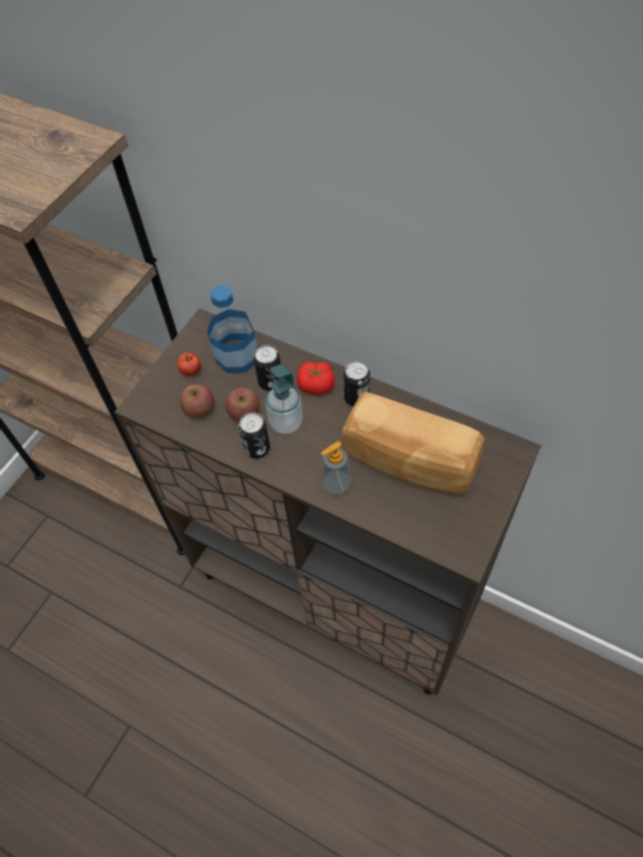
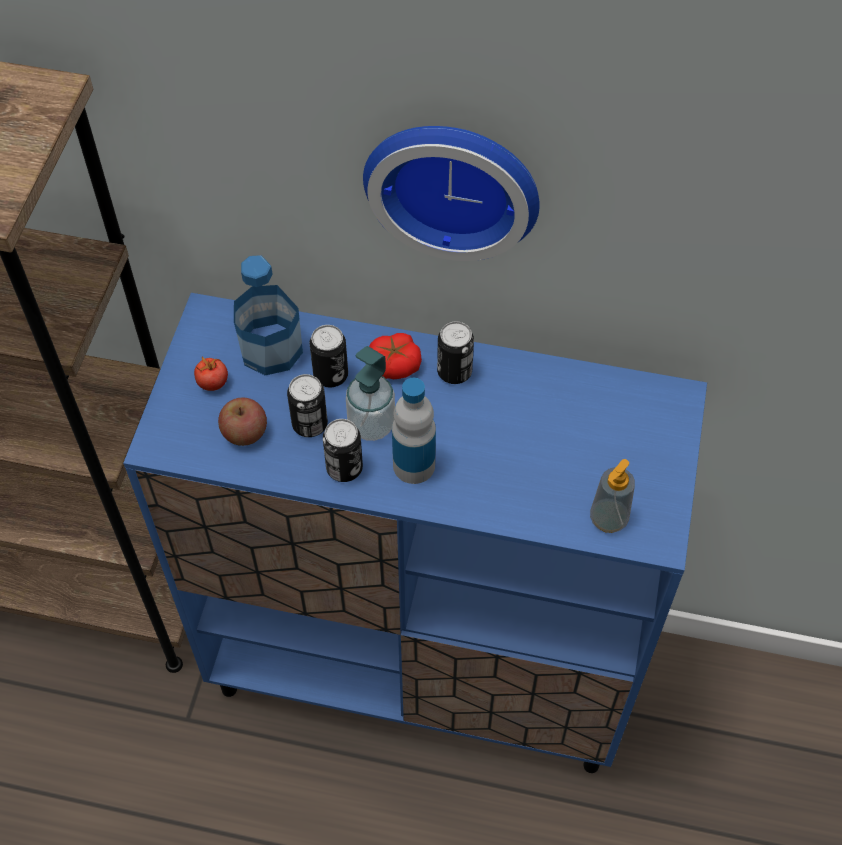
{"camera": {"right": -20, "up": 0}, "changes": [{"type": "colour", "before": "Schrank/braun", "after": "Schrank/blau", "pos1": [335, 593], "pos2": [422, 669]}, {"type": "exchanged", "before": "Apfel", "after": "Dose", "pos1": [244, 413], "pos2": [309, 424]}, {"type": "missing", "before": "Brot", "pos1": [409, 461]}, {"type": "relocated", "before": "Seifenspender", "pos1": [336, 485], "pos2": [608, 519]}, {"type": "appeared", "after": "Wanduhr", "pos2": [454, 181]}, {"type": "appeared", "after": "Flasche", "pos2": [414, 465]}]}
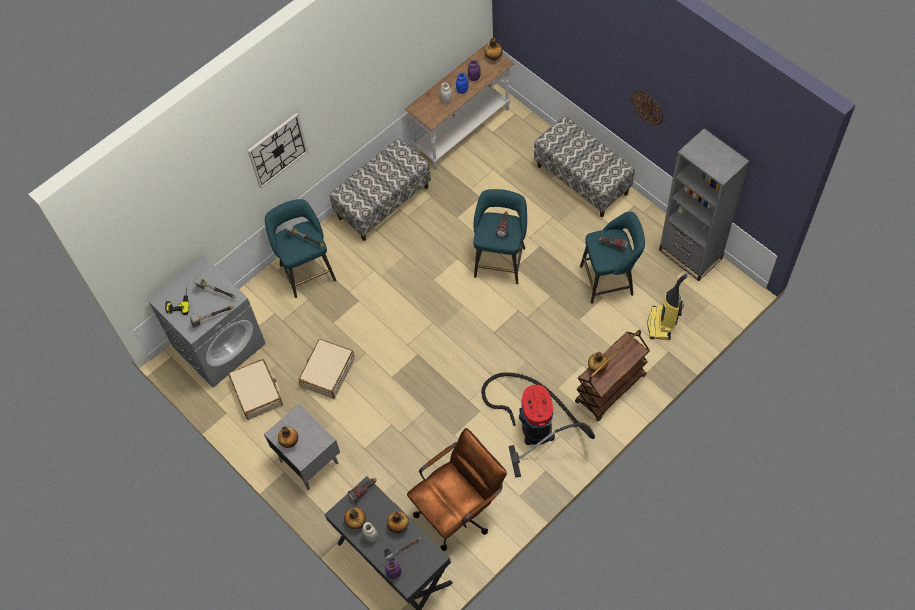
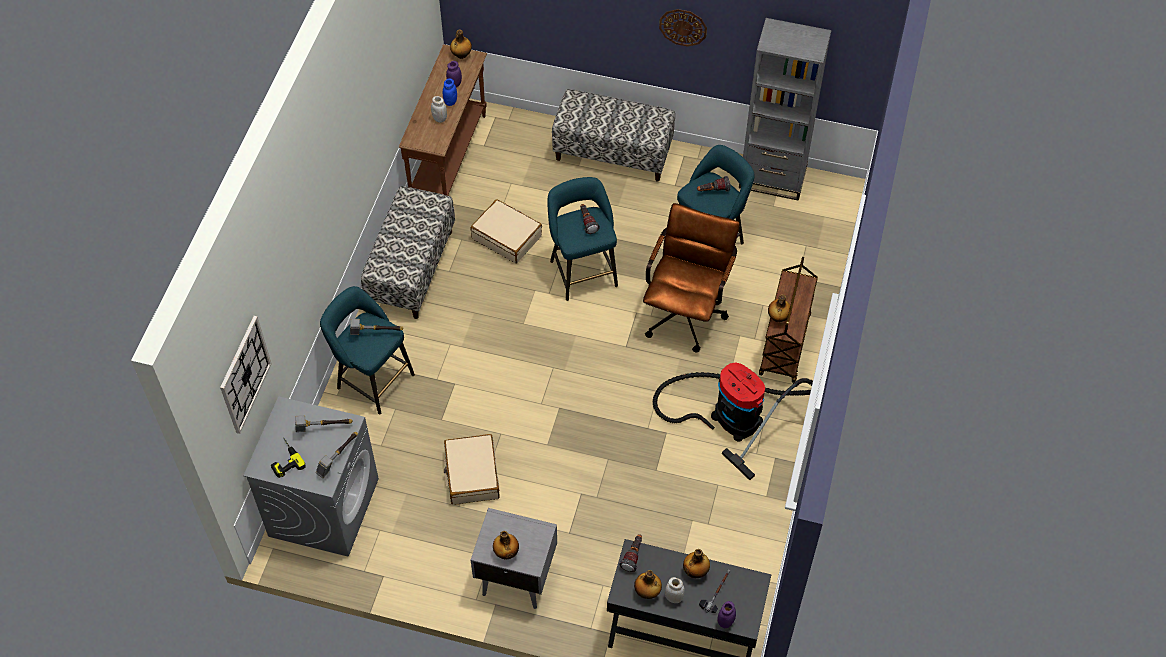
{"camera": {"right": -35, "up": -5}, "changes": [{"type": "colour", "before": "Konsolentisch/weiß", "after": "Konsolentisch/braun", "pos1": [462, 131], "pos2": [450, 158]}, {"type": "relocated", "before": "Wanduhr", "pos1": [277, 150], "pos2": [244, 374]}, {"type": "missing", "before": "Staubsauger", "pos1": [661, 324]}, {"type": "relocated", "before": "Koffer/beige", "pos1": [257, 393], "pos2": [507, 237]}, {"type": "relocated", "before": "Bürostuhl/braun", "pos1": [459, 509], "pos2": [686, 310]}]}
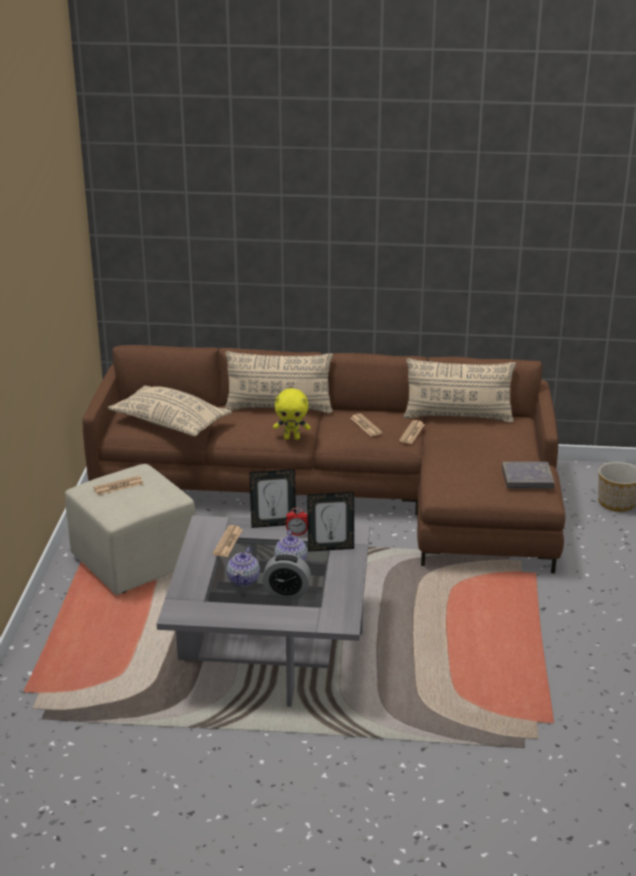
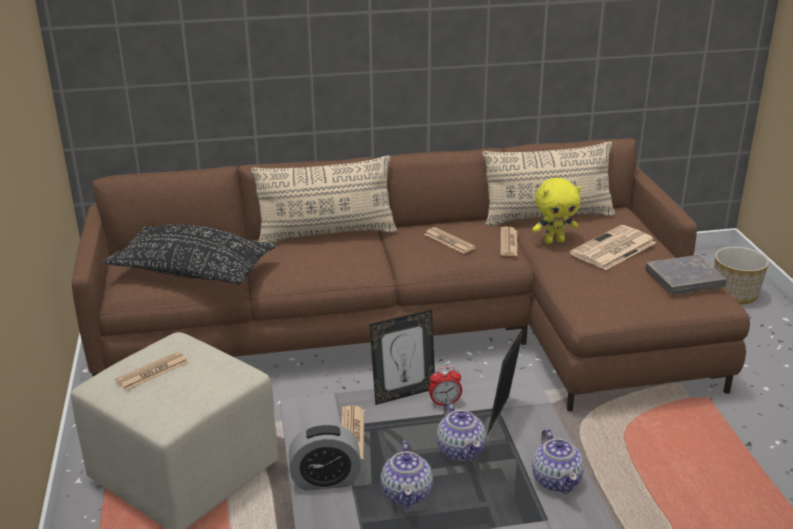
{"camera": {"right": -15, "up": 0}, "changes": [{"type": "colour", "before": "Kissen/beige", "after": "Kissen/schwarz", "pos1": [170, 422], "pos2": [192, 271]}, {"type": "relocated", "before": "Plüschtier/gelb", "pos1": [292, 438], "pos2": [554, 241]}, {"type": "spun", "before": "Bilderrahmen", "pos1": [330, 548], "pos2": [503, 417], "turn": 135}, {"type": "relocated", "before": "Wecker", "pos1": [286, 592], "pos2": [325, 480]}, {"type": "appeared", "after": "Zeitung", "pos2": [613, 249]}, {"type": "appeared", "after": "Teekanne", "pos2": [556, 480]}]}
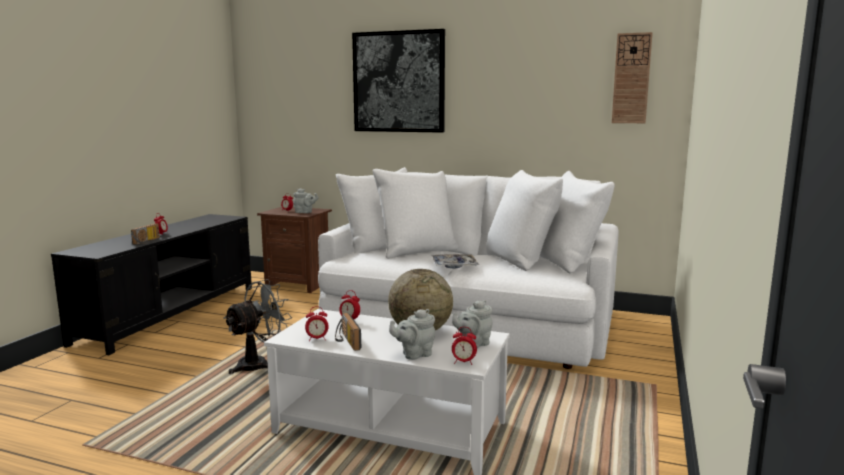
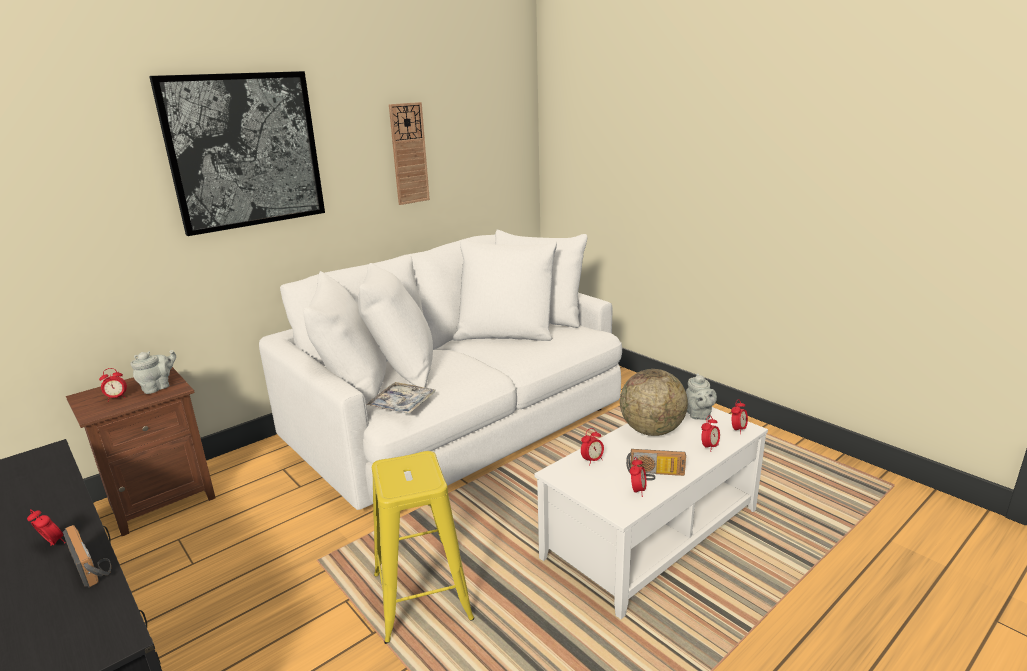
{"camera": {"right": -60, "up": 10}, "changes": [{"type": "relocated", "before": "Wanduhr", "pos1": [631, 78], "pos2": [409, 154]}, {"type": "relocated", "before": "Tablett", "pos1": [454, 266], "pos2": [402, 404]}, {"type": "exchanged", "before": "Ventilator/grau", "after": "Hocker/gelb", "pos1": [259, 364], "pos2": [421, 597]}, {"type": "exchanged", "before": "Teekanne/grau", "after": "Wecker", "pos1": [414, 354], "pos2": [709, 447]}]}
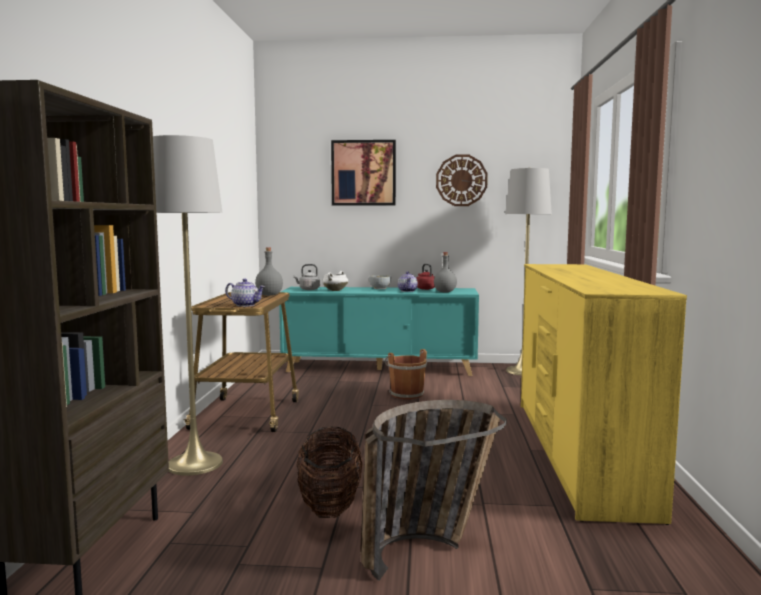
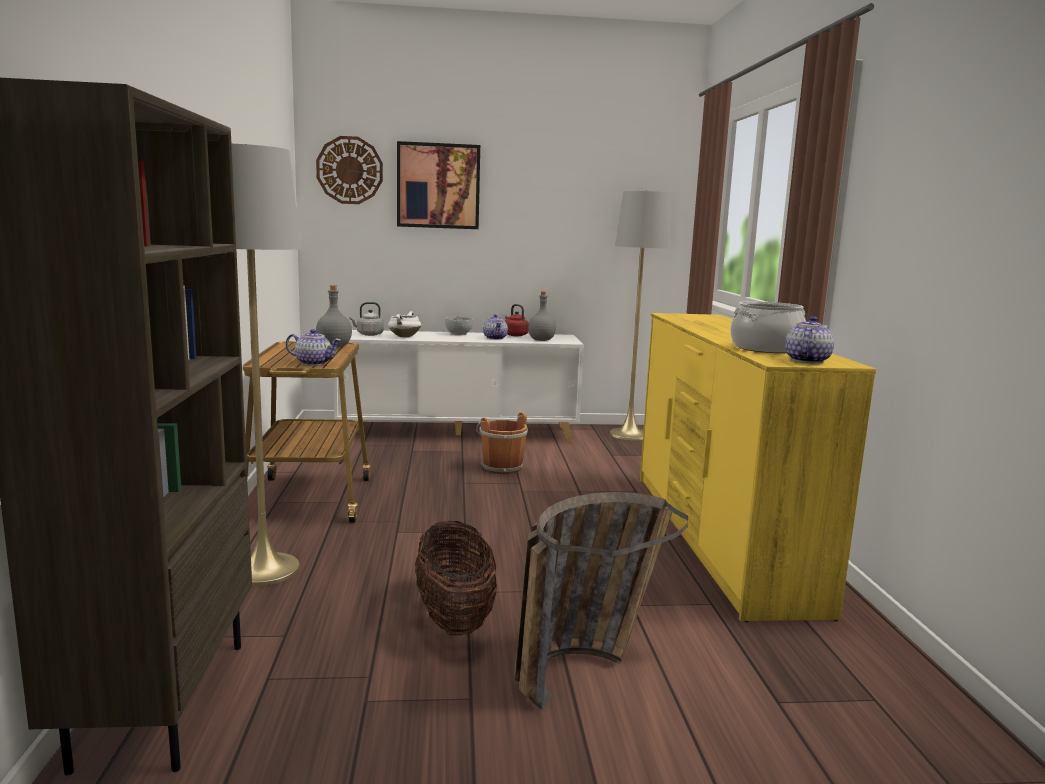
{"camera": {"right": -10, "up": 5}, "changes": [{"type": "relocated", "before": "Wanduhr", "pos1": [461, 180], "pos2": [349, 170]}, {"type": "colour", "before": "Schrank/türkis", "after": "Schrank/weiß", "pos1": [380, 368], "pos2": [459, 432]}, {"type": "appeared", "after": "Kochtopf", "pos2": [765, 348]}, {"type": "appeared", "after": "Teekanne", "pos2": [806, 360]}]}
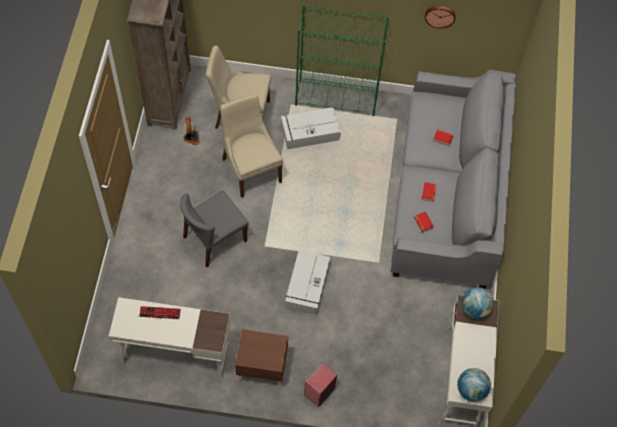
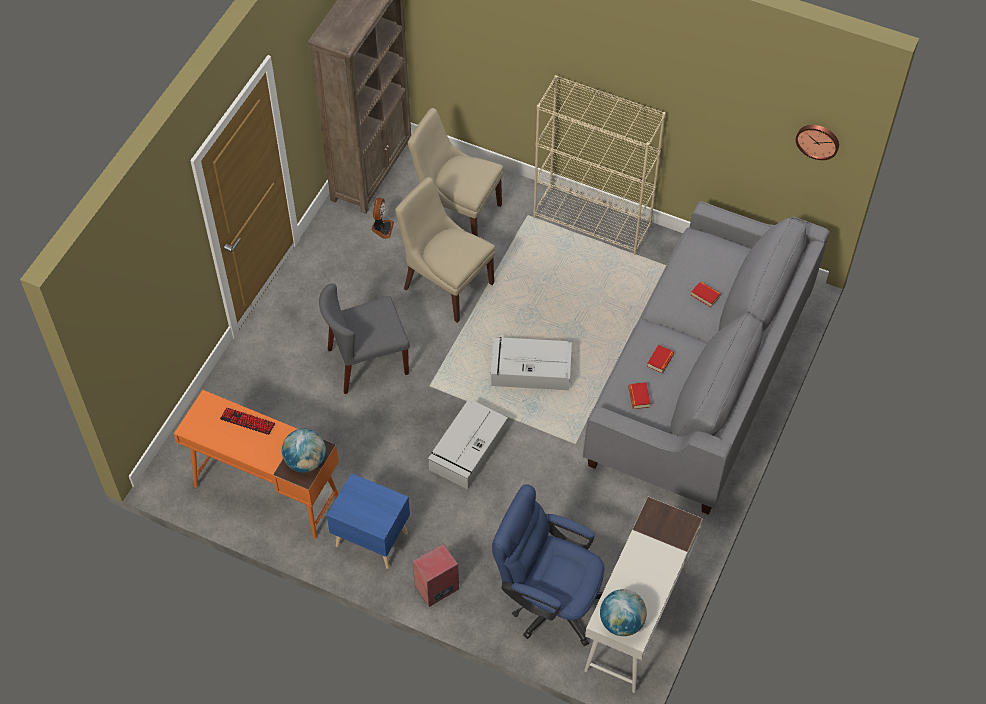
{"camera": {"right": 20, "up": -5}, "changes": [{"type": "colour", "before": "Bücherregal/grün", "after": "Bücherregal/beige", "pos1": [337, 98], "pos2": [593, 221]}, {"type": "relocated", "before": "Wanduhr", "pos1": [440, 15], "pos2": [818, 140]}, {"type": "spun", "before": "Stuhl/beige", "pos1": [251, 168], "pos2": [446, 284], "turn": -45}, {"type": "relocated", "before": "Aufbewahrungsbox/grau", "pos1": [309, 132], "pos2": [529, 370]}, {"type": "relocated", "before": "Globus", "pos1": [475, 309], "pos2": [305, 461]}, {"type": "colour", "before": "Schreibtisch/weiß", "after": "Schreibtisch/orange", "pos1": [175, 354], "pos2": [266, 491]}, {"type": "colour", "before": "Nachttisch/braun", "after": "Nachttisch/blau", "pos1": [261, 368], "pos2": [371, 538]}, {"type": "appeared", "after": "Bürostuhl/blau", "pos2": [548, 600]}]}
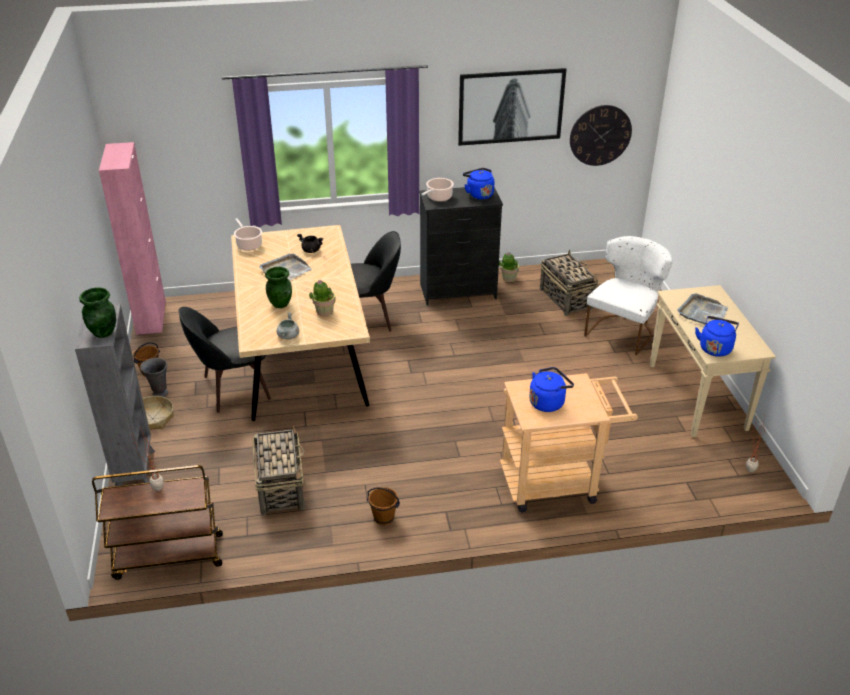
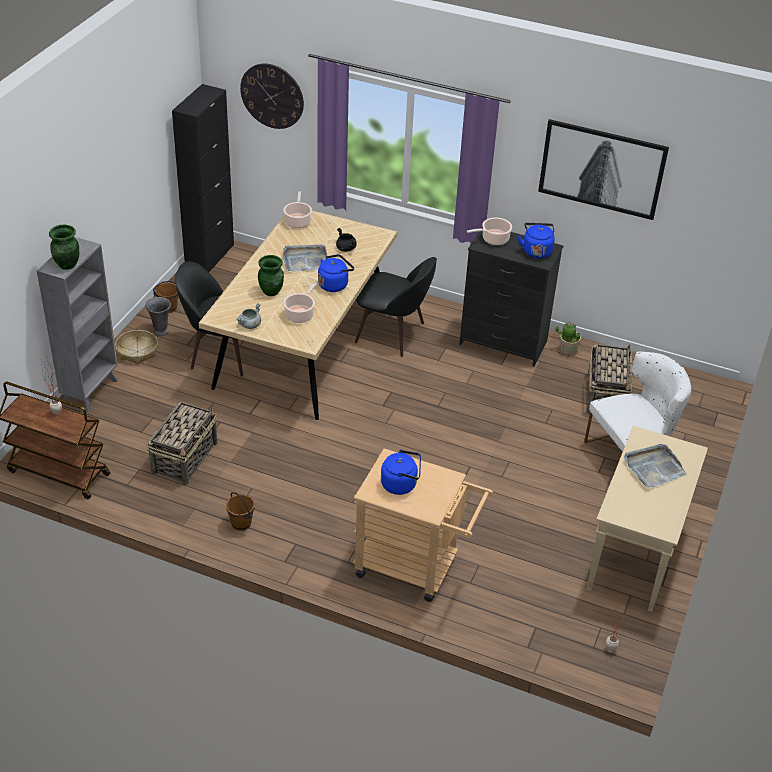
{"camera": {"right": 30, "up": 5}, "changes": [{"type": "relocated", "before": "Wanduhr", "pos1": [600, 135], "pos2": [272, 96]}, {"type": "colour", "before": "Schrank/rosa", "after": "Schrank/schwarz", "pos1": [151, 317], "pos2": [210, 256]}, {"type": "exchanged", "before": "Topfpflanze", "after": "Kochtopf", "pos1": [324, 311], "pos2": [300, 314]}, {"type": "relocated", "before": "Wasserkessel/blau", "pos1": [715, 348], "pos2": [334, 284]}]}
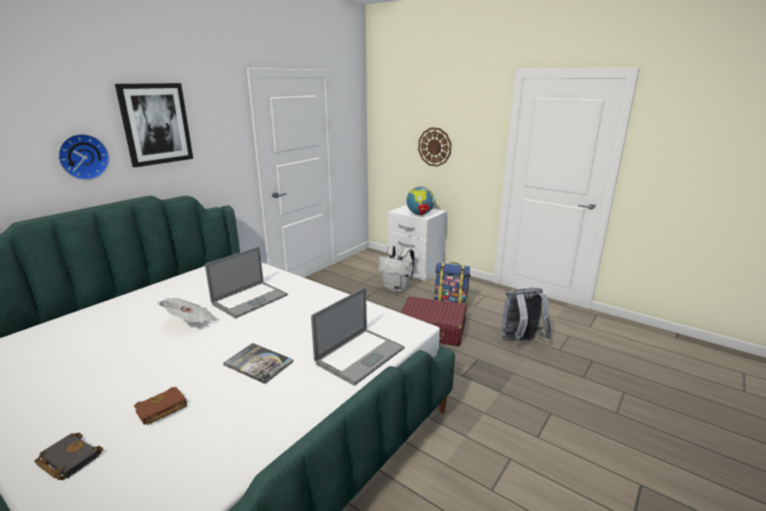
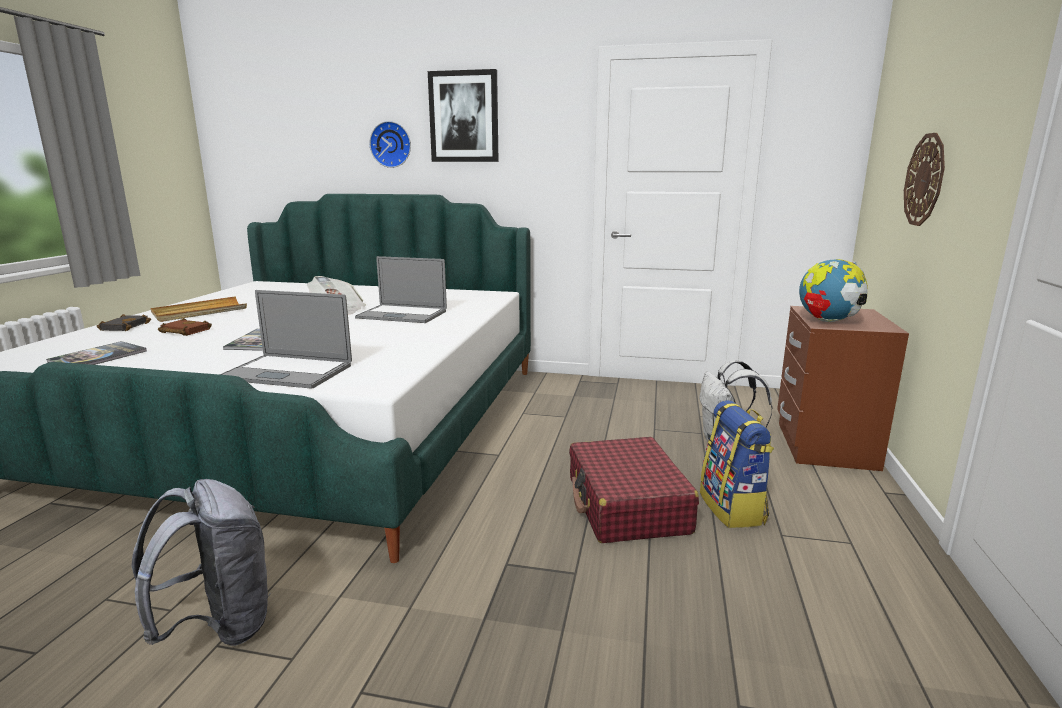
{"camera": {"right": 65, "up": -5}, "changes": [{"type": "colour", "before": "Nachttisch/weiß", "after": "Nachttisch/braun", "pos1": [415, 270], "pos2": [823, 445]}, {"type": "relocated", "before": "Rucksack/grau", "pos1": [520, 341], "pos2": [219, 626]}, {"type": "appeared", "after": "Tablett/beige", "pos2": [199, 312]}, {"type": "appeared", "after": "Buch", "pos2": [98, 357]}]}
